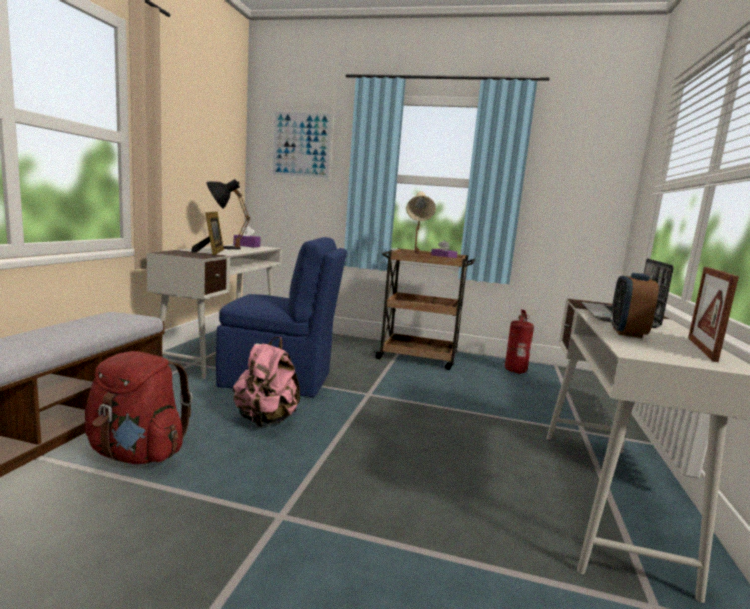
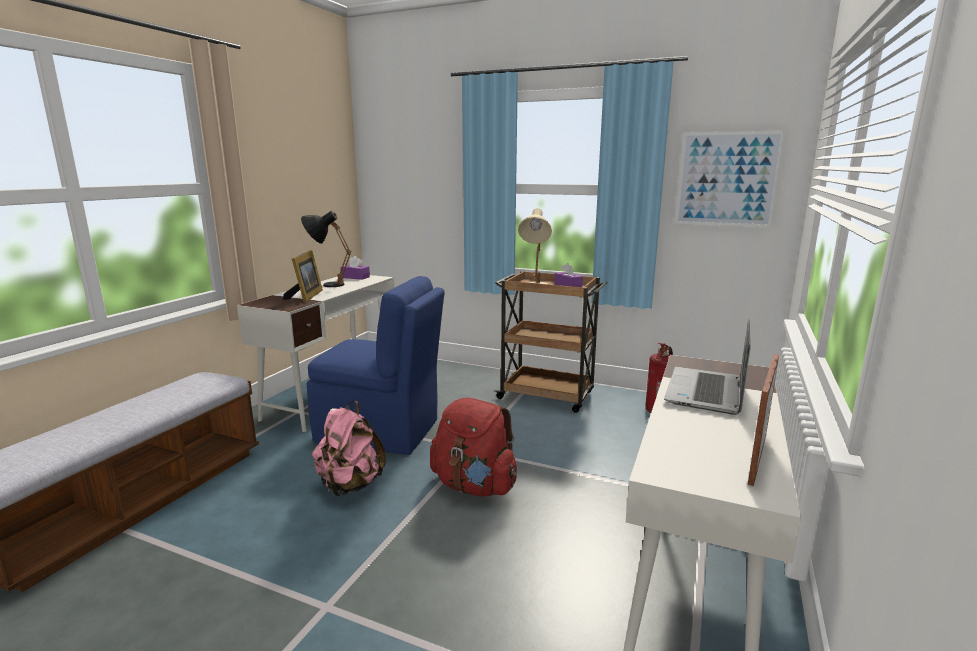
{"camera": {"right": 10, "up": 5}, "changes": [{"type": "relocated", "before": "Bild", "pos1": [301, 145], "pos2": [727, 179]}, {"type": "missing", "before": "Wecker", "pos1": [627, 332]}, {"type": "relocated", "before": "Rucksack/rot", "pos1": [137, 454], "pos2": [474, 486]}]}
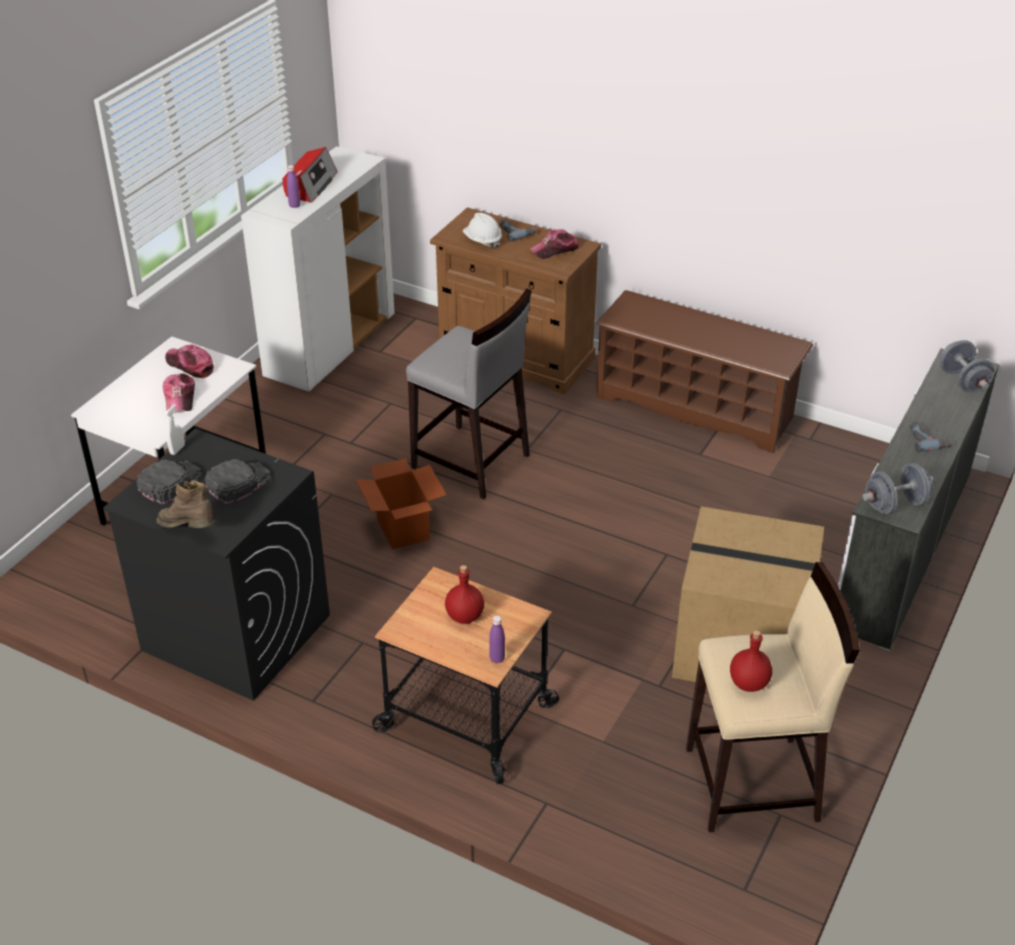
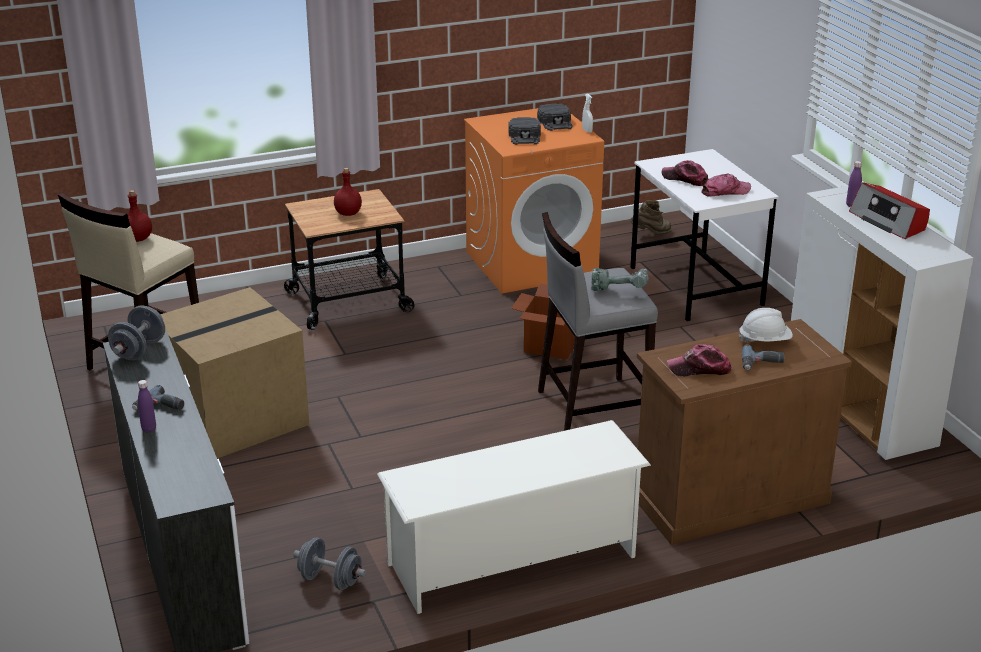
{"camera": {"right": 130, "up": -10}, "changes": [{"type": "spun", "before": "Kappe", "pos1": [555, 250], "pos2": [699, 369], "turn": -105}, {"type": "colour", "before": "Schuhregal/braun", "after": "Schuhregal/weiß", "pos1": [695, 407], "pos2": [513, 560]}, {"type": "relocated", "before": "Hantel/grau", "pos1": [962, 382], "pos2": [330, 580]}, {"type": "colour", "before": "Waschmaschine/schwarz", "after": "Waschmaschine/orange", "pos1": [235, 632], "pos2": [532, 263]}, {"type": "relocated", "before": "Stiefel/braun", "pos1": [190, 530], "pos2": [651, 233]}, {"type": "relocated", "before": "Flasche/lila", "pos1": [497, 658], "pos2": [149, 429]}, {"type": "appeared", "after": "Bohrmaschine", "pos2": [619, 288]}]}
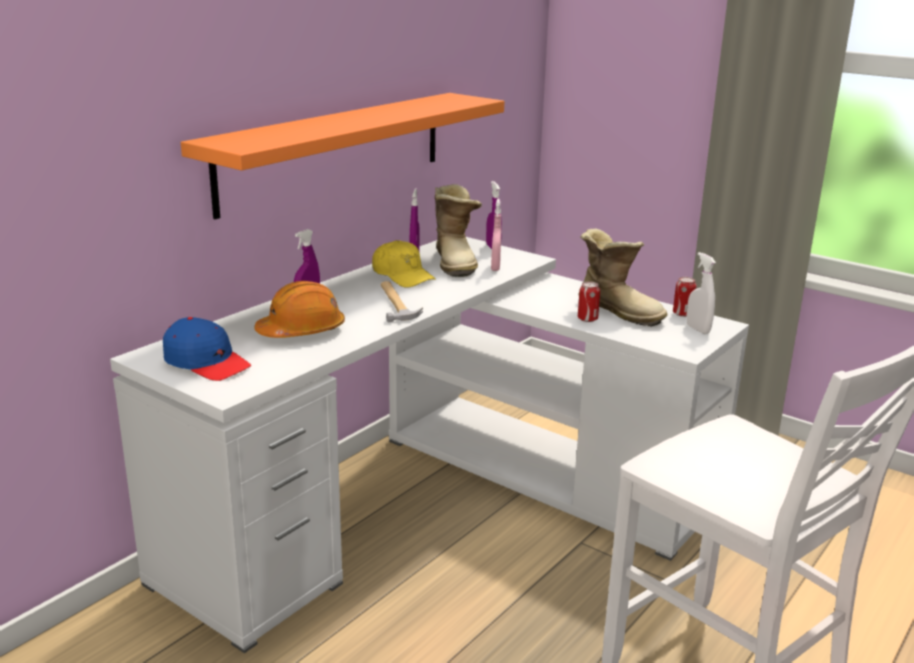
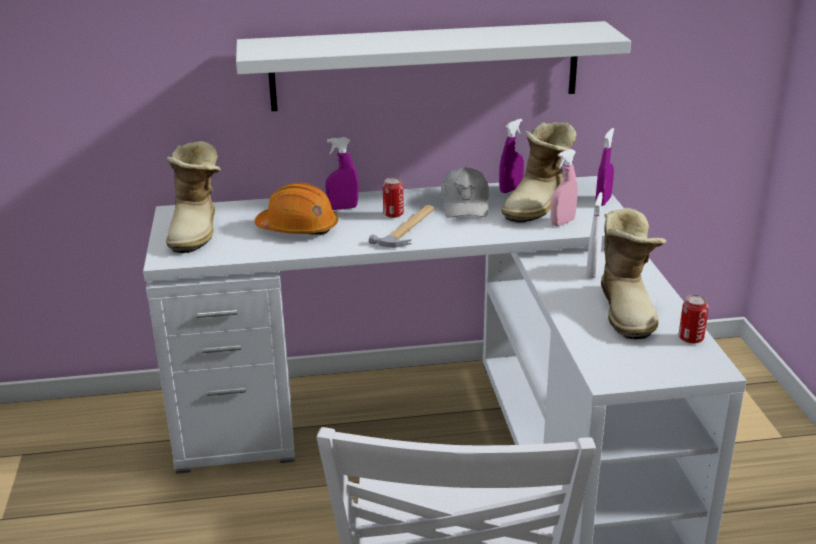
{"camera": {"right": 45, "up": 5}, "changes": [{"type": "colour", "before": "Wandregal/orange", "after": "Wandregal/weiß", "pos1": [335, 150], "pos2": [425, 66]}, {"type": "colour", "before": "Kappe/gelb", "after": "Kappe/weiß", "pos1": [402, 276], "pos2": [465, 204]}, {"type": "relocated", "before": "Sprühflasche/weiß", "pos1": [697, 329], "pos2": [592, 272]}, {"type": "relocated", "before": "Dose", "pos1": [587, 319], "pos2": [393, 214]}, {"type": "exchanged", "before": "Kappe/blau", "after": "Stiefel", "pos1": [206, 362], "pos2": [197, 231]}]}
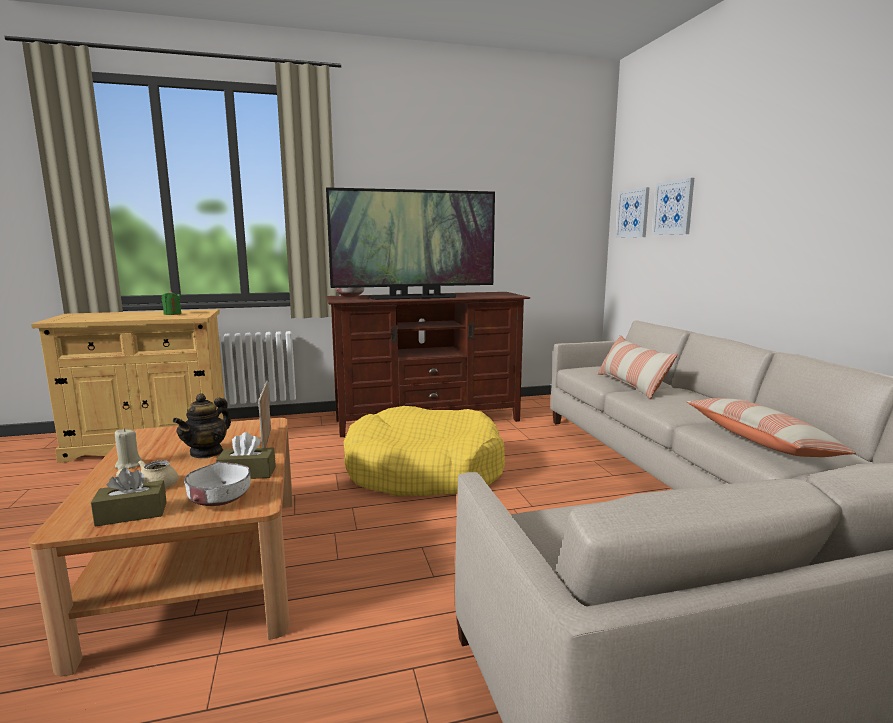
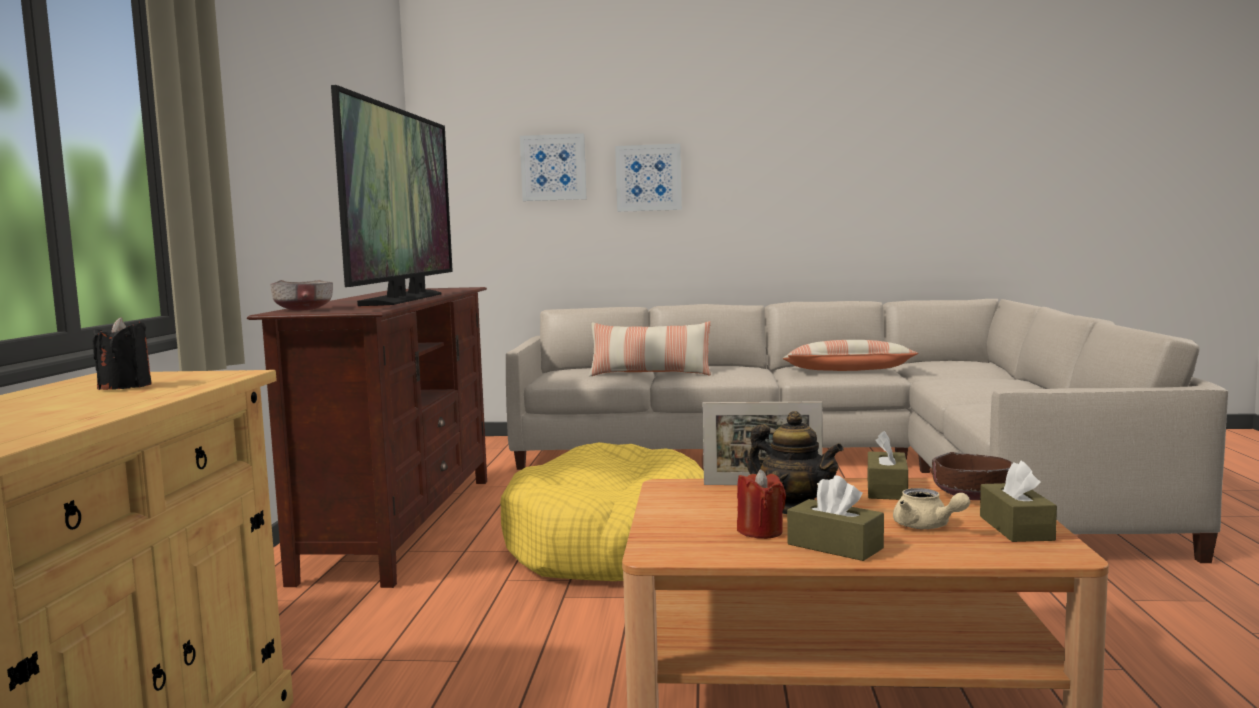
{"camera": {"right": -70, "up": -5}, "changes": [{"type": "relocated", "before": "Bild", "pos1": [633, 213], "pos2": [648, 178]}, {"type": "colour", "before": "Kerze/grün", "after": "Kerze/schwarz", "pos1": [172, 314], "pos2": [125, 387]}, {"type": "exchanged", "before": "Kerze/beige", "after": "Taschentuchbox/braun", "pos1": [128, 465], "pos2": [835, 546]}, {"type": "colour", "before": "Schüssel/weiß", "after": "Schüssel/braun", "pos1": [219, 500], "pos2": [972, 496]}, {"type": "appeared", "after": "Kerze/rot", "pos2": [760, 532]}]}
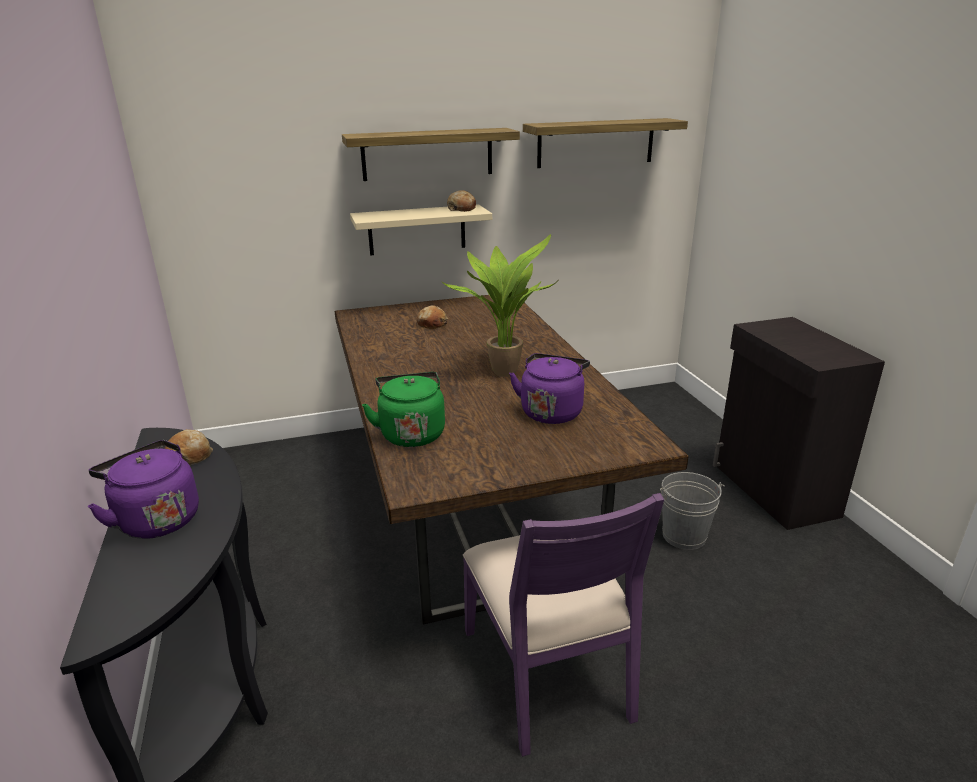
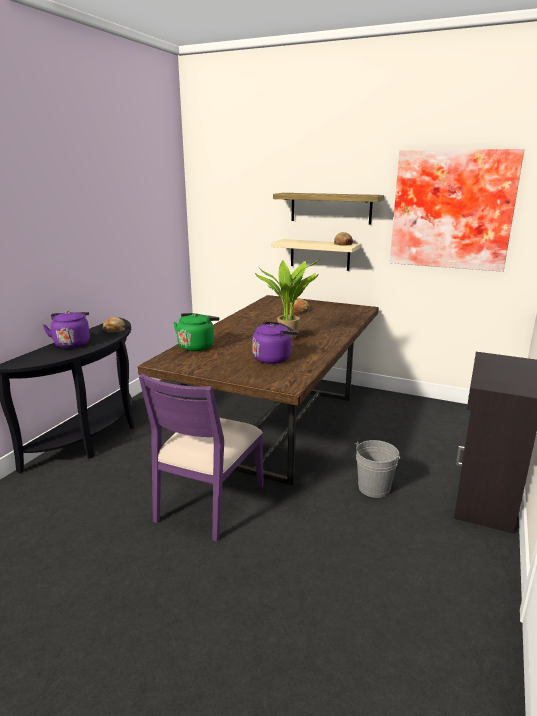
{"camera": {"right": 40, "up": -5}, "changes": [{"type": "exchanged", "before": "Wandregal", "after": "Bild", "pos1": [596, 143], "pos2": [452, 210]}]}
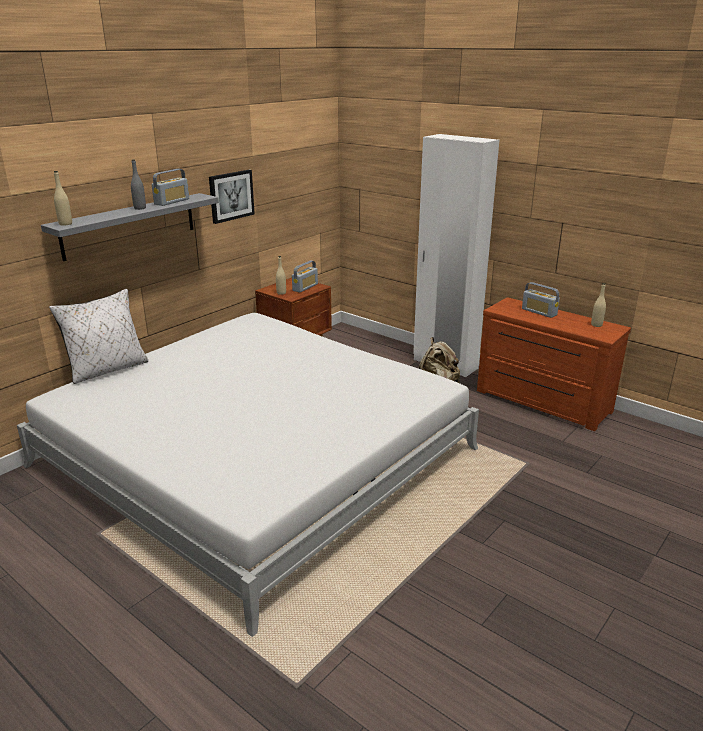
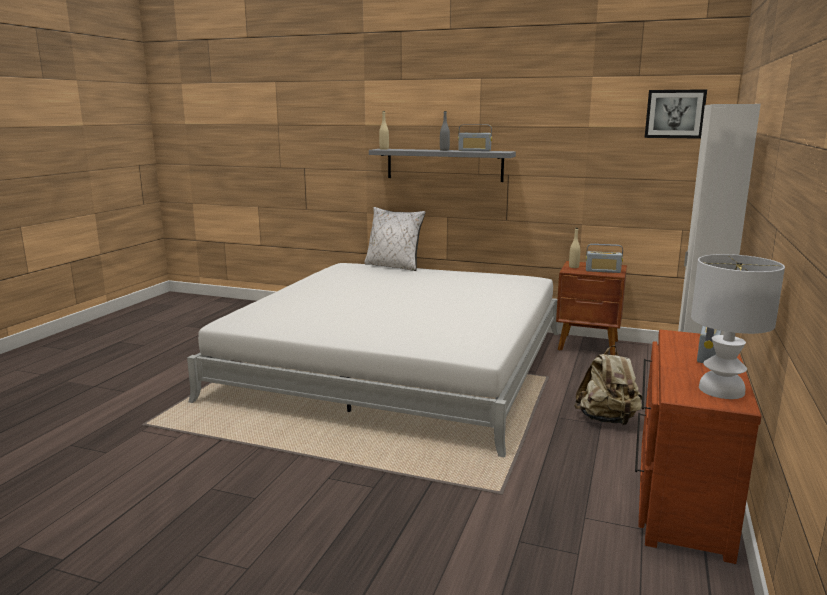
{"camera": {"right": 70, "up": -10}, "changes": [{"type": "relocated", "before": "Bild", "pos1": [231, 196], "pos2": [675, 114]}, {"type": "exchanged", "before": "Flasche/beige", "after": "Tischlampe/weiß", "pos1": [596, 325], "pos2": [722, 390]}]}
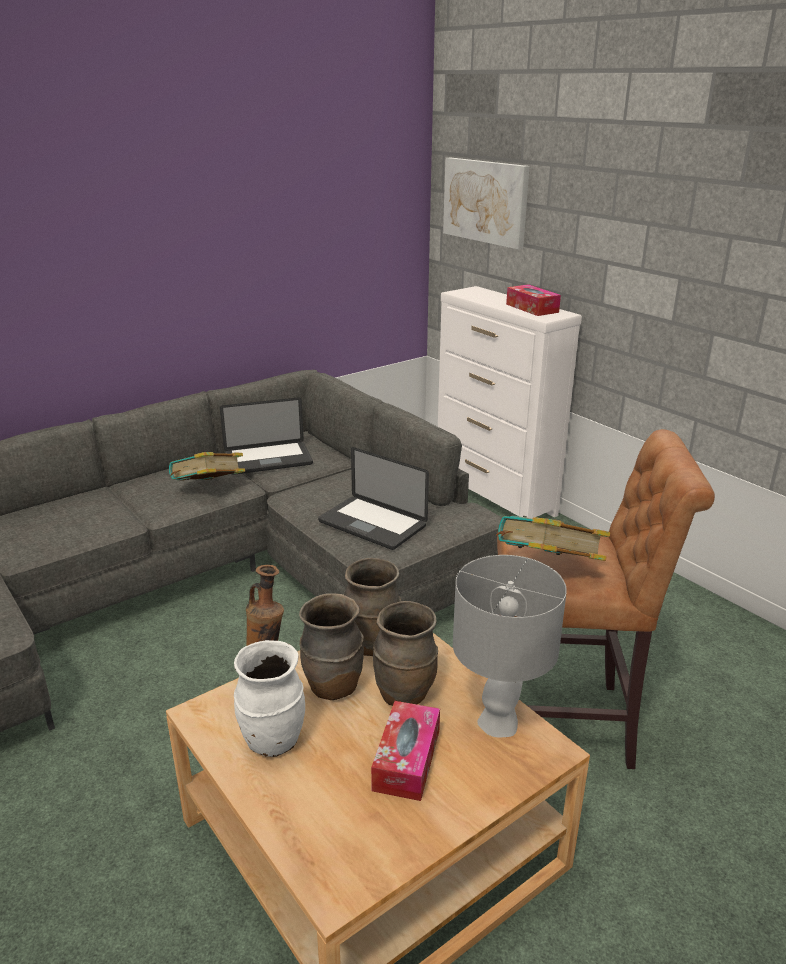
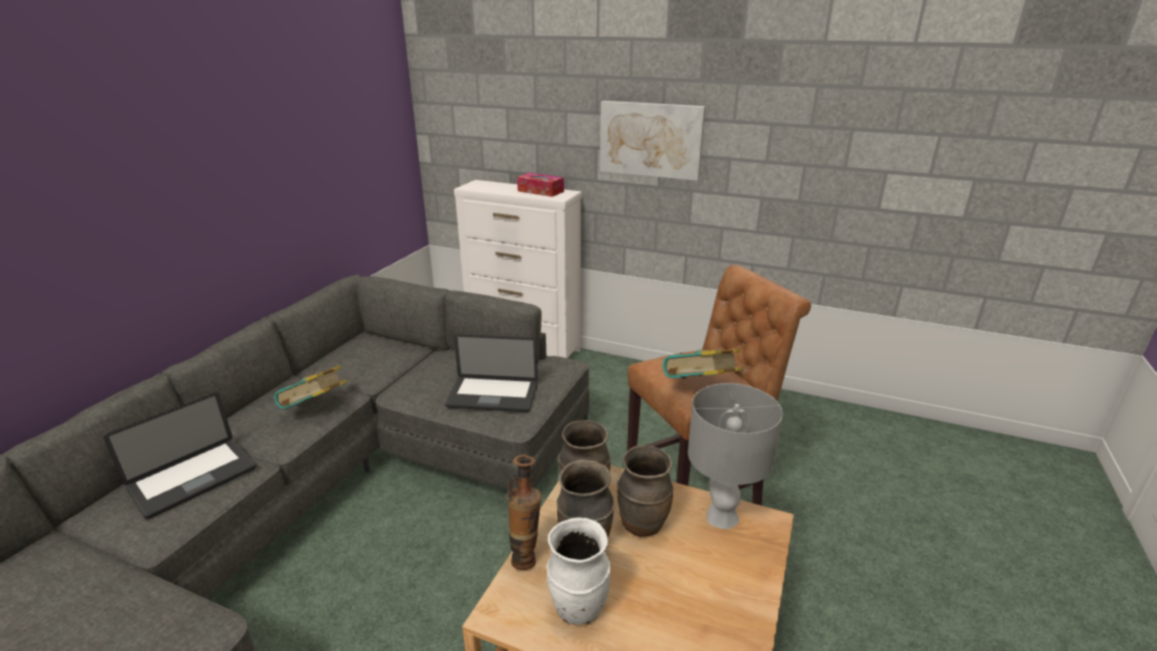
{"camera": {"right": -30, "up": 0}, "changes": [{"type": "relocated", "before": "Bild", "pos1": [485, 201], "pos2": [651, 139]}, {"type": "relocated", "before": "Laptop", "pos1": [268, 459], "pos2": [193, 479]}, {"type": "missing", "before": "Taschentuchbox", "pos1": [406, 760]}]}
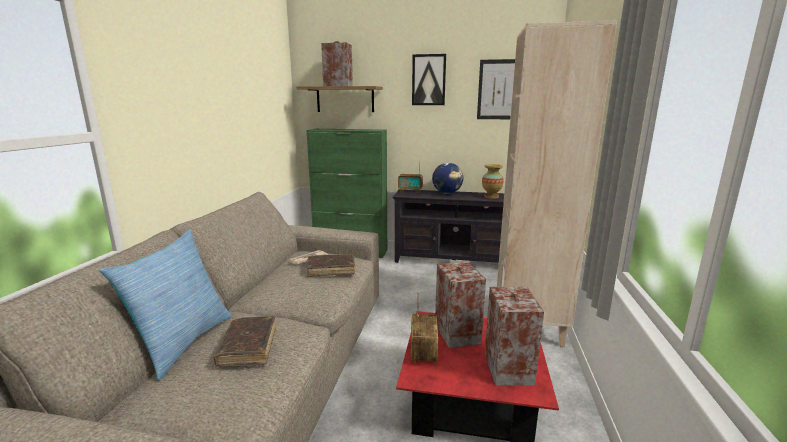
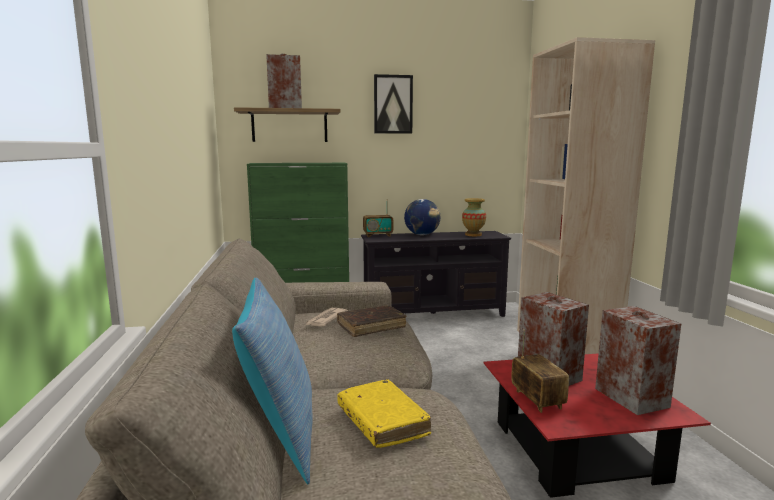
{"camera": {"right": -20, "up": -5}, "changes": [{"type": "missing", "before": "Bild", "pos1": [499, 90]}, {"type": "colour", "before": "Buch/braun", "after": "Buch/gelb", "pos1": [248, 347], "pos2": [382, 422]}]}
